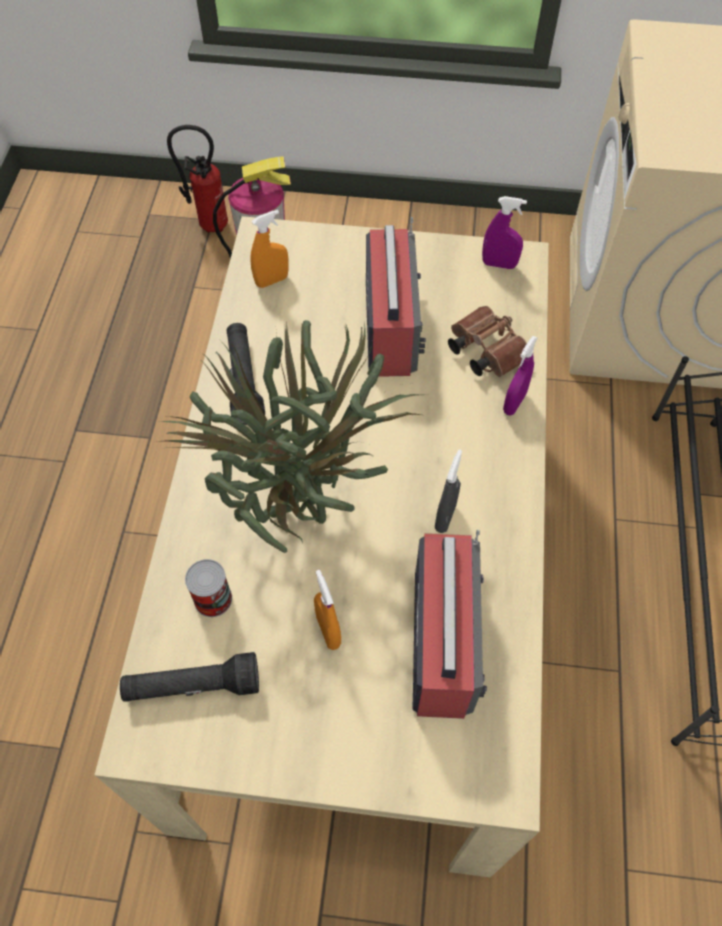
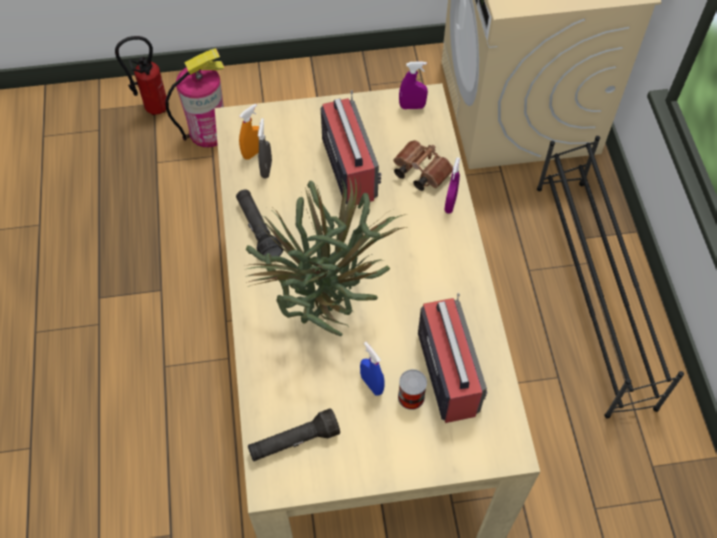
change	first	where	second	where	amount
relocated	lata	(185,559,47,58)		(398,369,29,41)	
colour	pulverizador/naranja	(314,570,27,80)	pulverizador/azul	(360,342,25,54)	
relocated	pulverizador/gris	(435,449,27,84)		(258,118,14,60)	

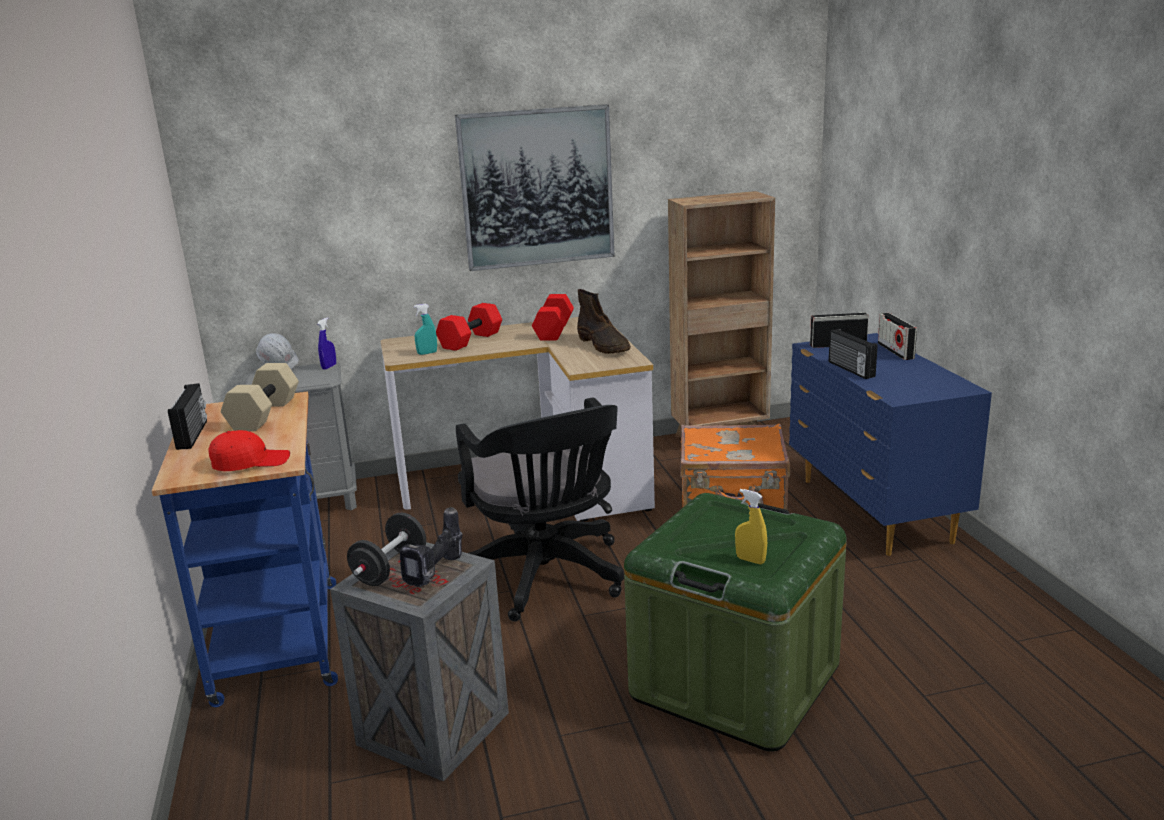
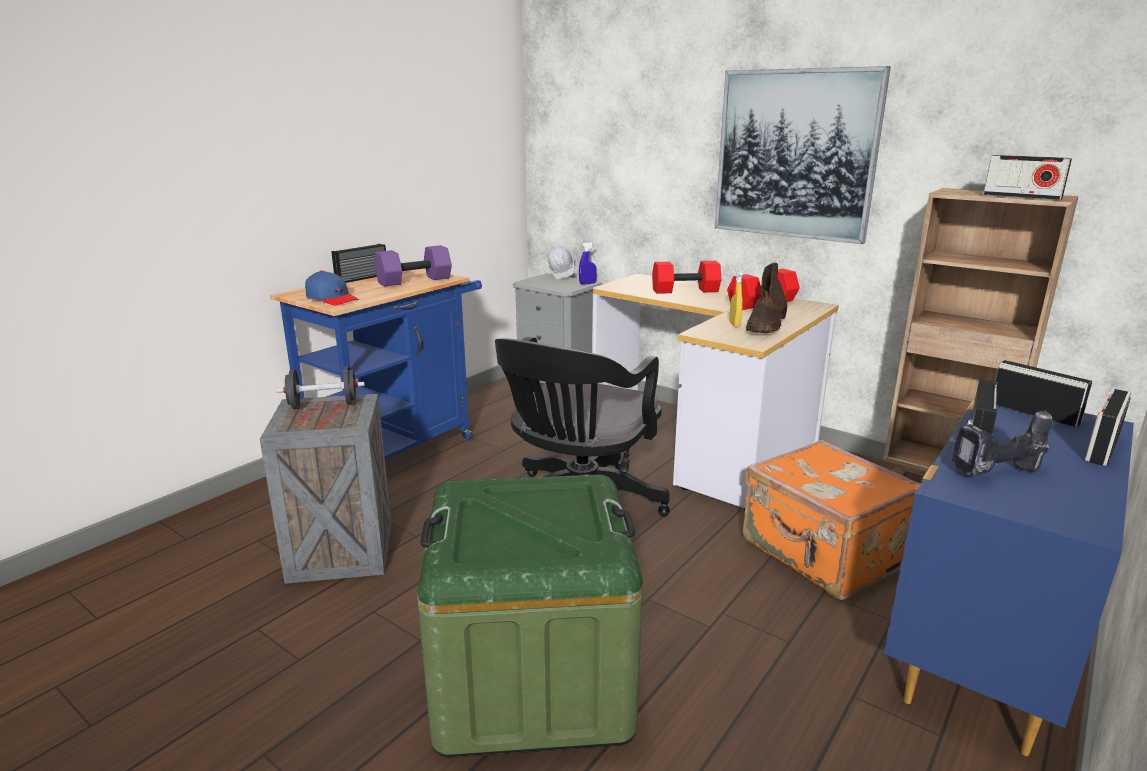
change	first	where	second	where	amount
colour	gorra/rojo	(209,430,81,41)	gorra/azul	(305,271,54,34)	
colour	mancuerna/beis	(221,363,78,68)	mancuerna/morado	(374,245,78,42)	
relocated	taladro	(400,506,62,81)		(952,410,100,66)	
missing	pulverizador/turquesa	(414,304,23,51)			
relocated	pulverizador/amarillo	(735,489,32,75)		(729,269,14,58)	
appeared			radio	(983,155,89,45)	

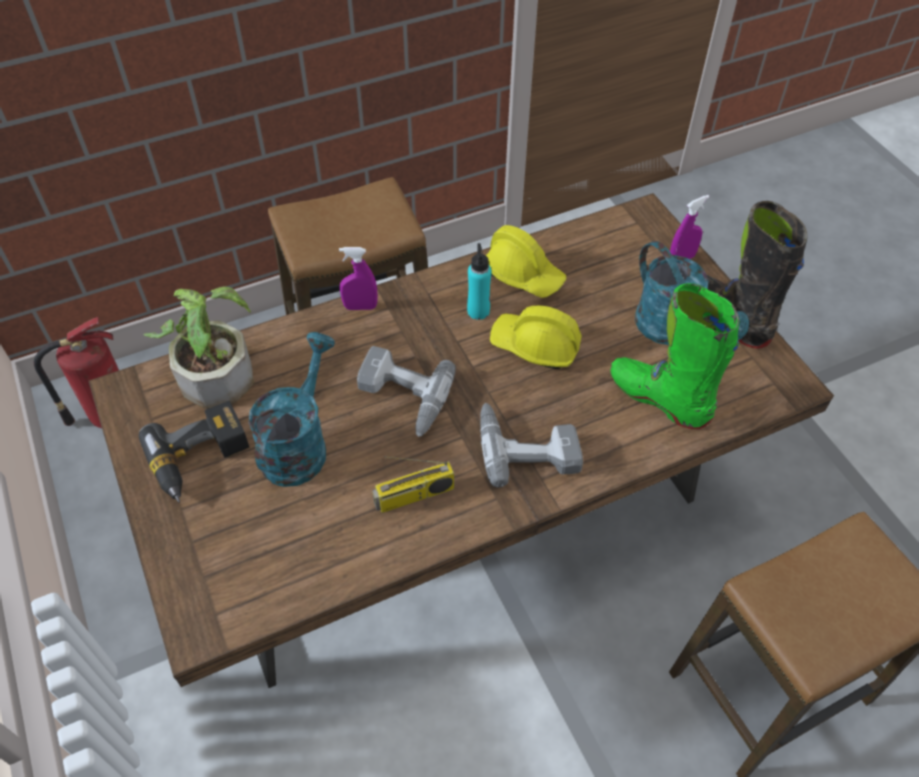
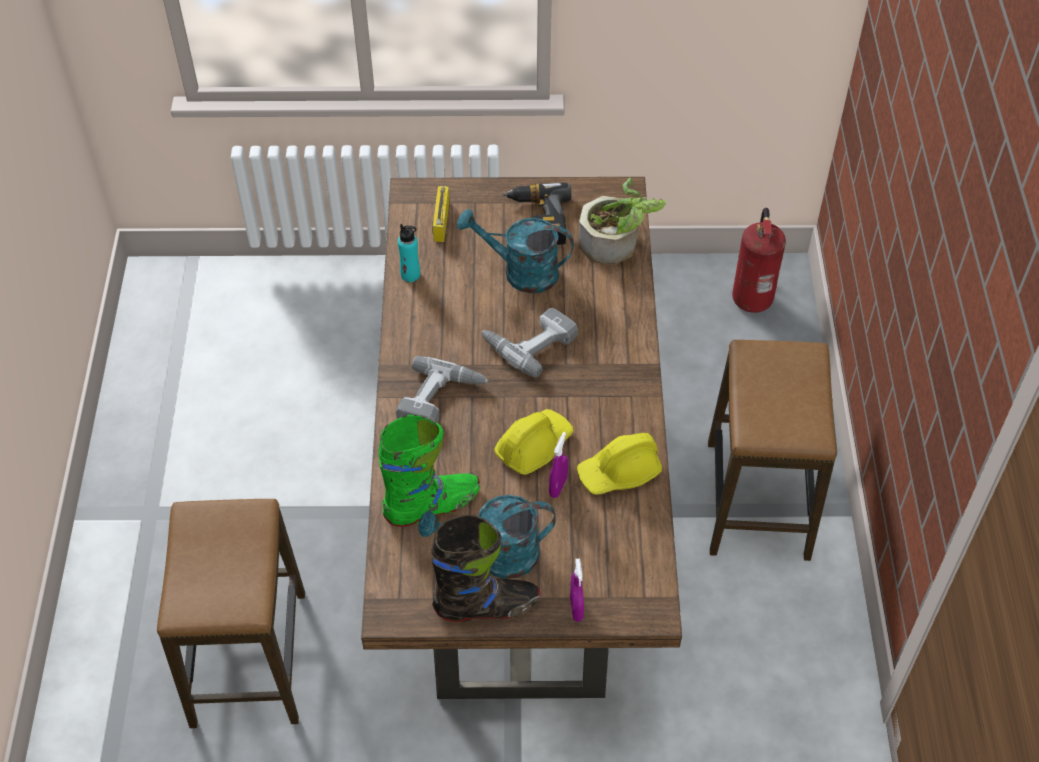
change	first	where	second	where	amount
spun	regadera/turquesa	(248,332,87,155)		(457,209,117,84)	150 degrees clockwise
relocated	pulverizador/morado	(339,247,39,63)		(549,432,19,66)	
relocated	radio	(372,456,82,57)		(432,169,17,73)	
relocated	botella/turquesa	(467,243,25,77)		(398,224,22,58)	

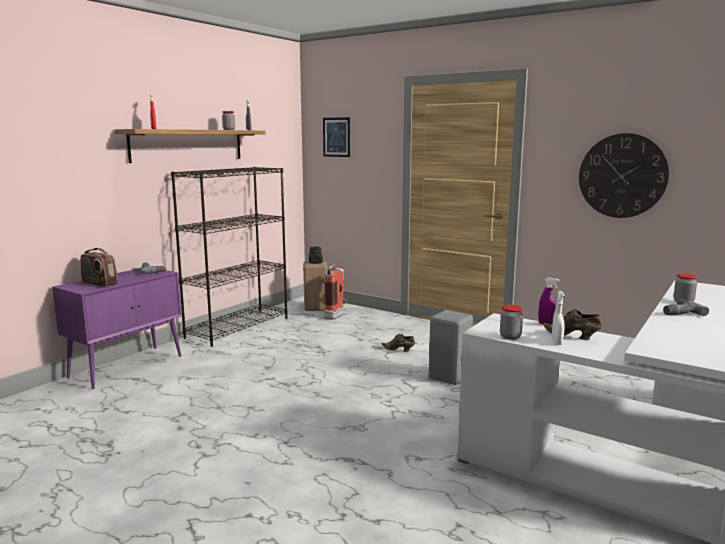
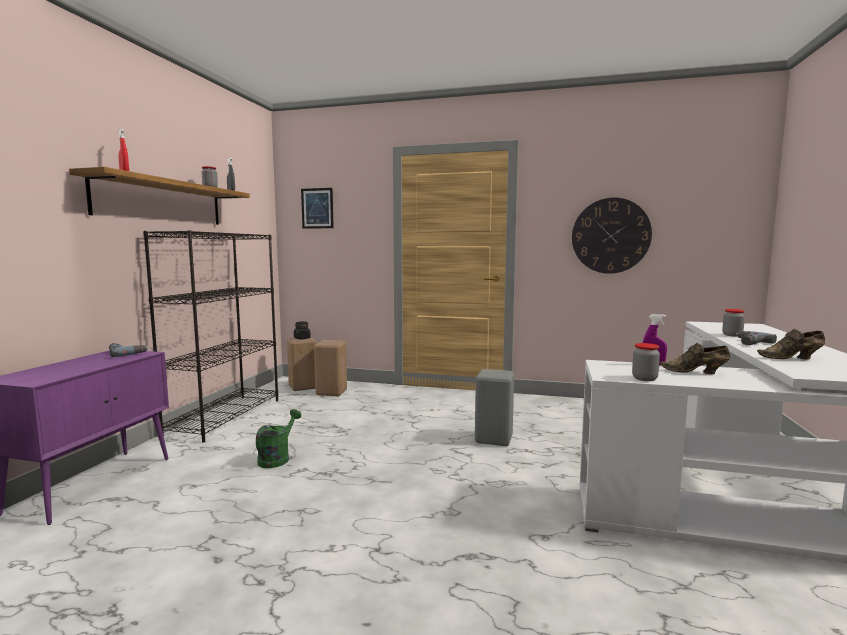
change	first	where	second	where	amount
missing	radio	(81,248,37,39)			
exchanged	extintor	(324,264,22,56)	taburete/beis	(314,340,33,56)	
relocated	zapato/marrón	(382,334,33,18)		(757,329,68,31)	
missing	pulverizador/blanco	(552,291,13,54)			
appeared			regadera/verde	(256,409,45,59)	

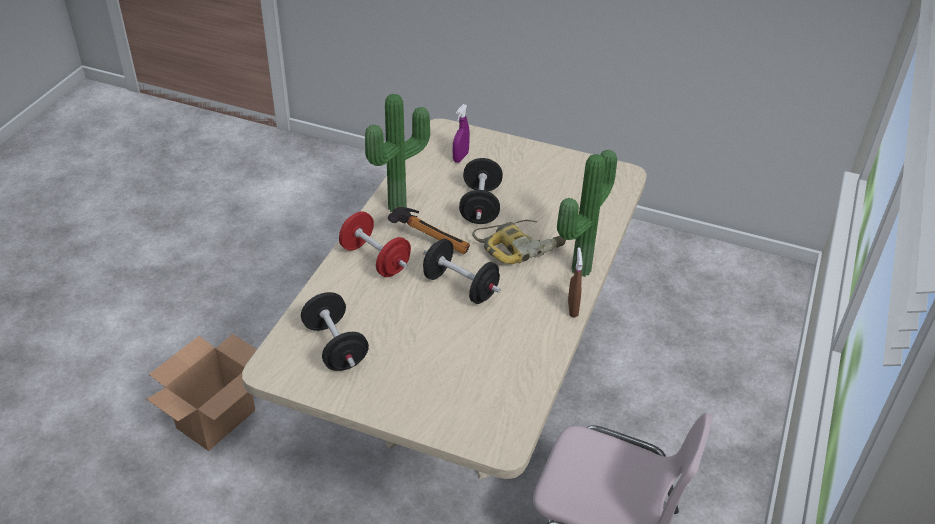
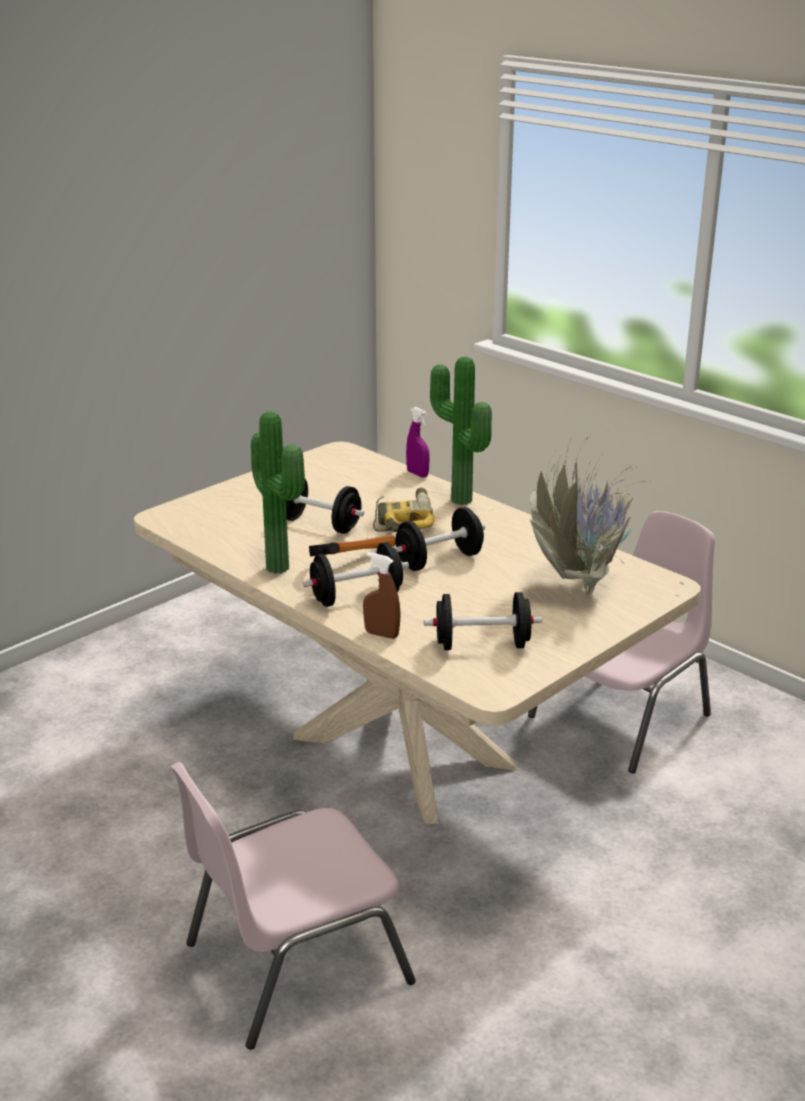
change	first	where	second	where	amount
exchanged	caja de cartón	(146,334,111,117)	silla/rosa	(171,762,245,288)	
colour	mancuerna/rojo	(339,211,72,66)	mancuerna/negro	(303,542,106,65)	
relocated	pulverizador/morado	(453,104,17,59)		(406,407,24,71)	
relocated	pulverizador/marrón	(568,247,15,71)		(363,553,38,86)	
appeared			planta en maceta	(530,429,154,166)	

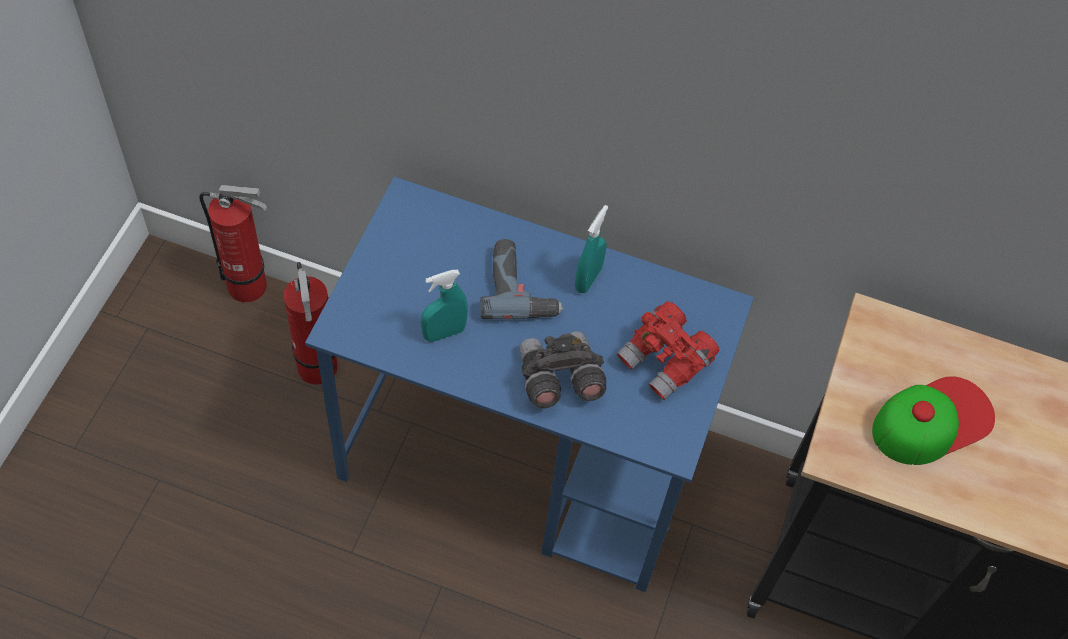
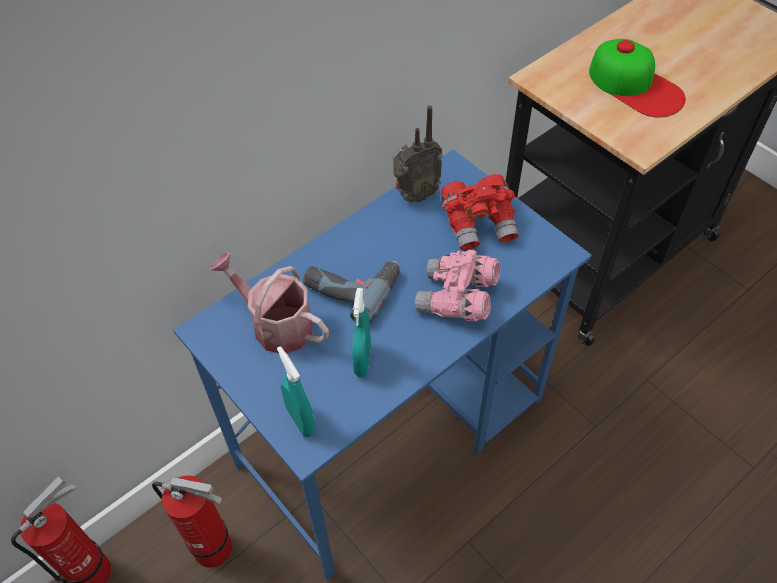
change	first	where	second	where	amount
colour	prismáticos/gris	(519,331,87,78)	prismáticos/rosa	(415,250,86,72)	
relocated	pulverizador/turquesa	(575,205,33,88)		(277,346,39,91)	
spun	gorra	(872,376,123,89)		(589,39,97,78)	135 degrees clockwise
appeared			regadera	(209,252,120,101)	
appeared			radio	(393,105,50,97)	

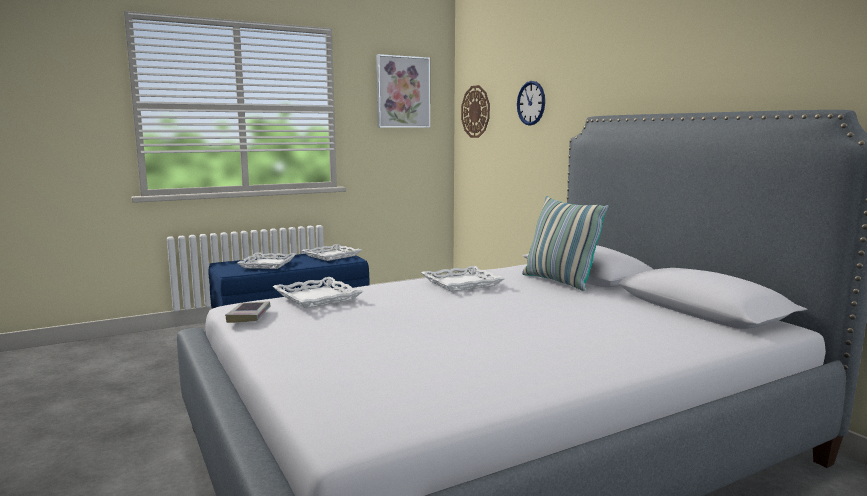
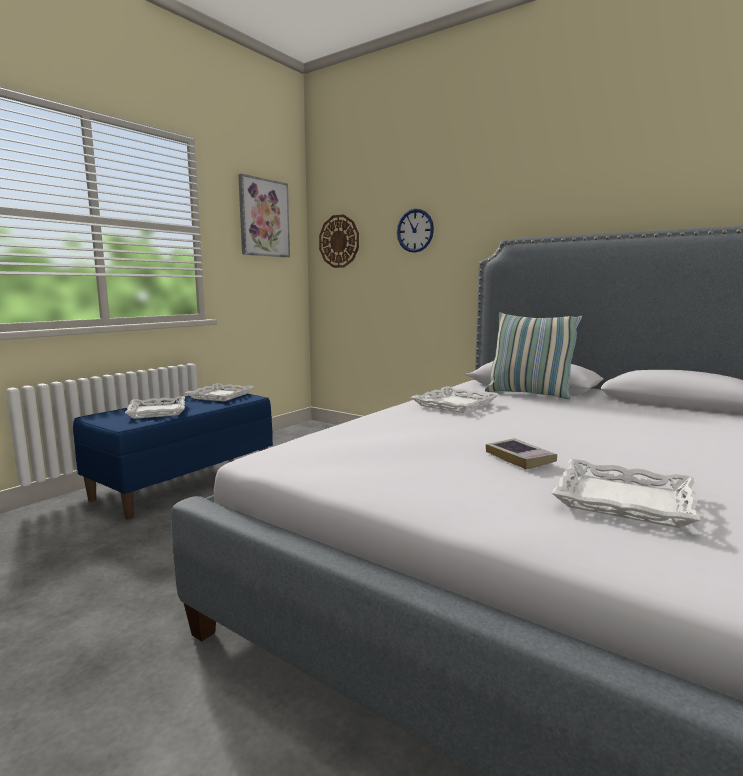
change	first	where	second	where	amount
relocated	libro	(225,301,45,22)		(486,438,71,31)	
relocated	bandeja/blanco	(273,277,90,32)		(552,459,148,69)	

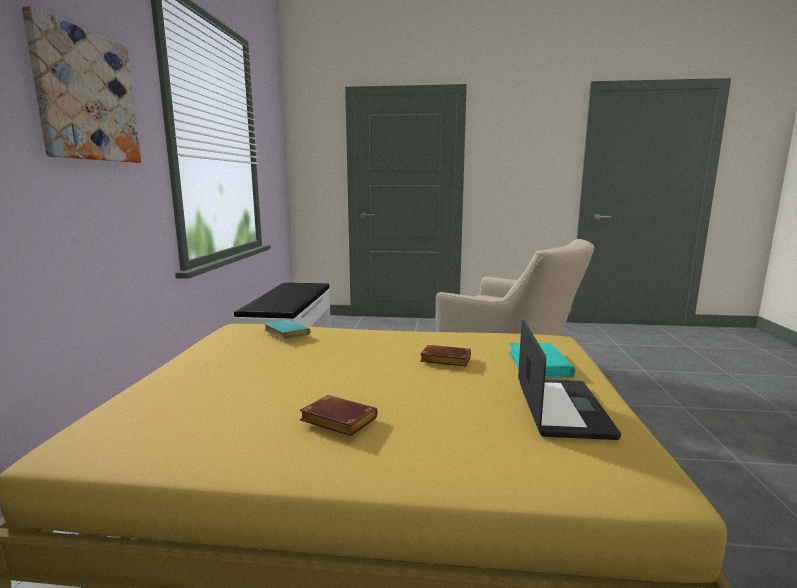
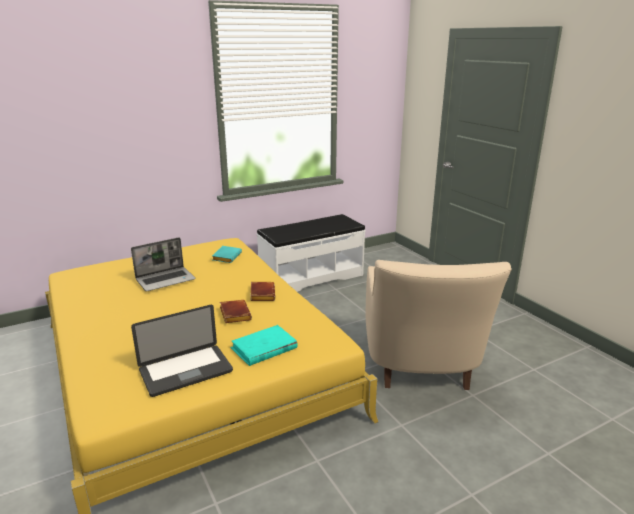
change	first	where	second	where	amount
missing	cuadro	(22,6,119,157)			
relocated	libro/marrón	(300,395,78,41)		(251,282,24,19)	
appeared			portátil	(131,237,65,54)	

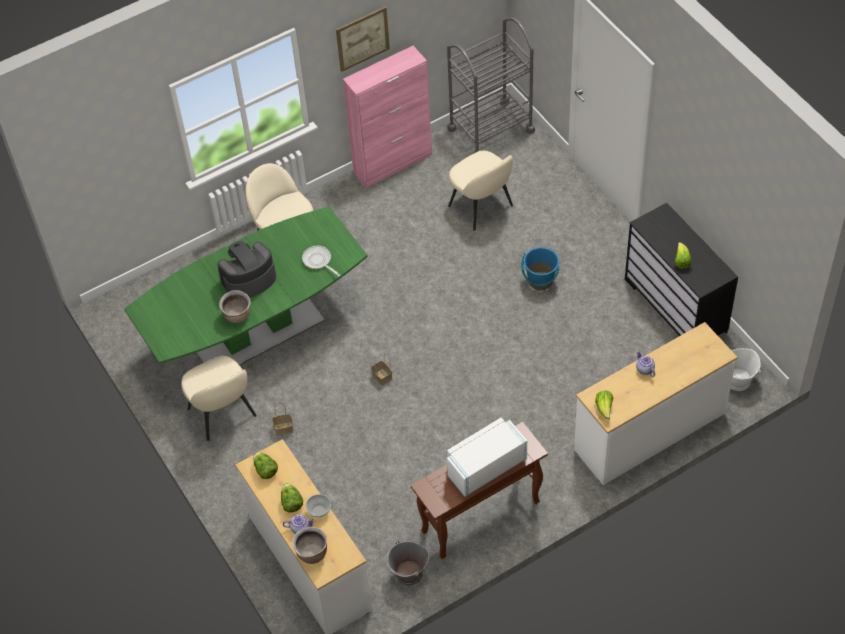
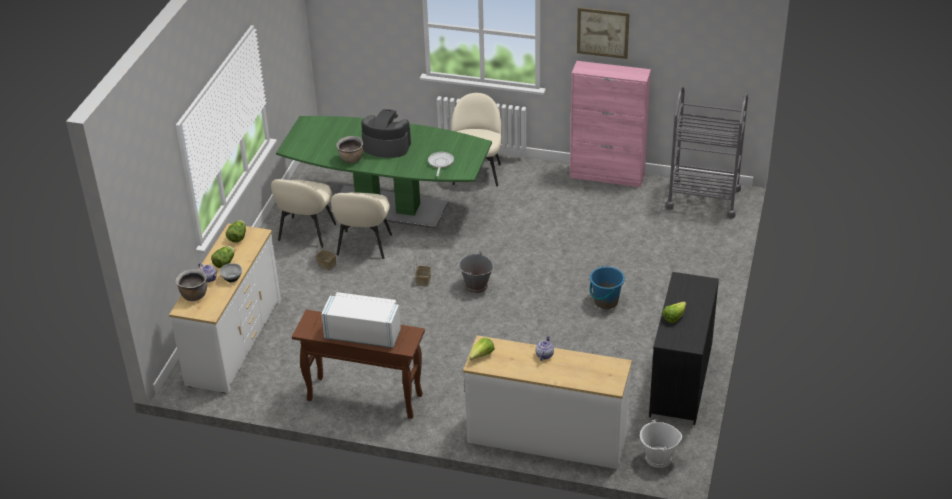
change	first	where	second	where	amount
relocated	cubo/gris	(387,541,42,45)		(458,251,36,43)	
relocated	silla/beis	(448,151,65,80)		(331,192,61,67)	

